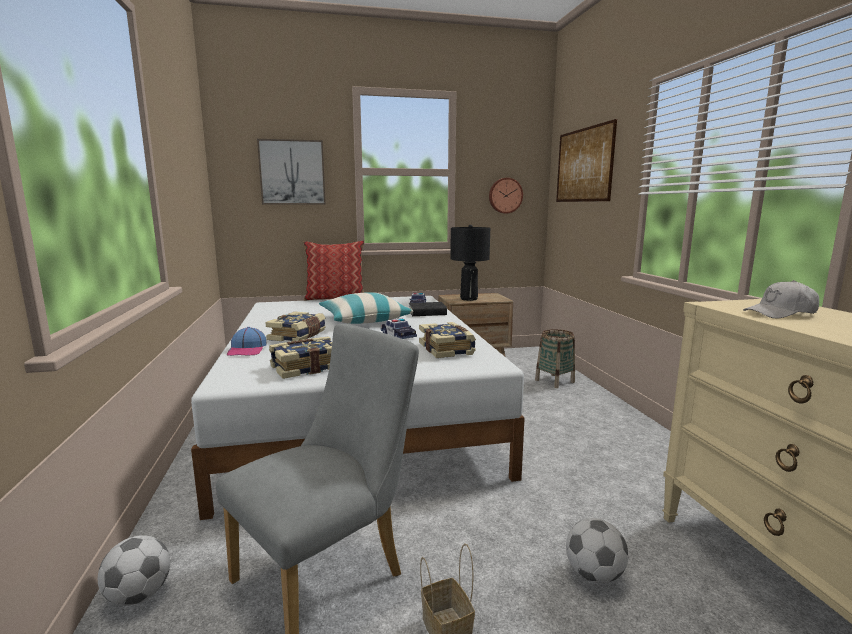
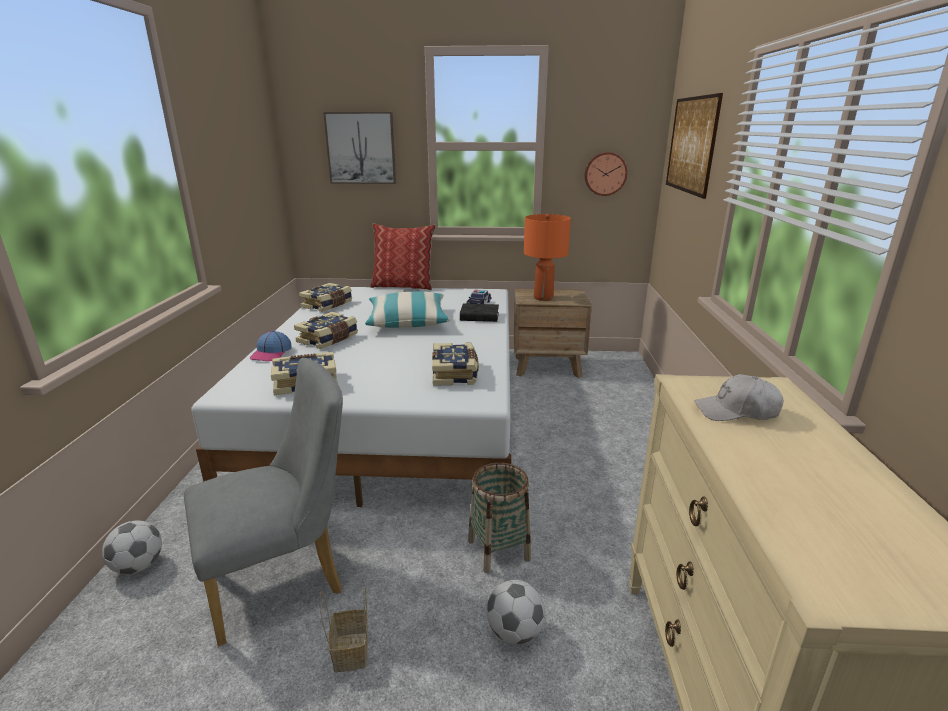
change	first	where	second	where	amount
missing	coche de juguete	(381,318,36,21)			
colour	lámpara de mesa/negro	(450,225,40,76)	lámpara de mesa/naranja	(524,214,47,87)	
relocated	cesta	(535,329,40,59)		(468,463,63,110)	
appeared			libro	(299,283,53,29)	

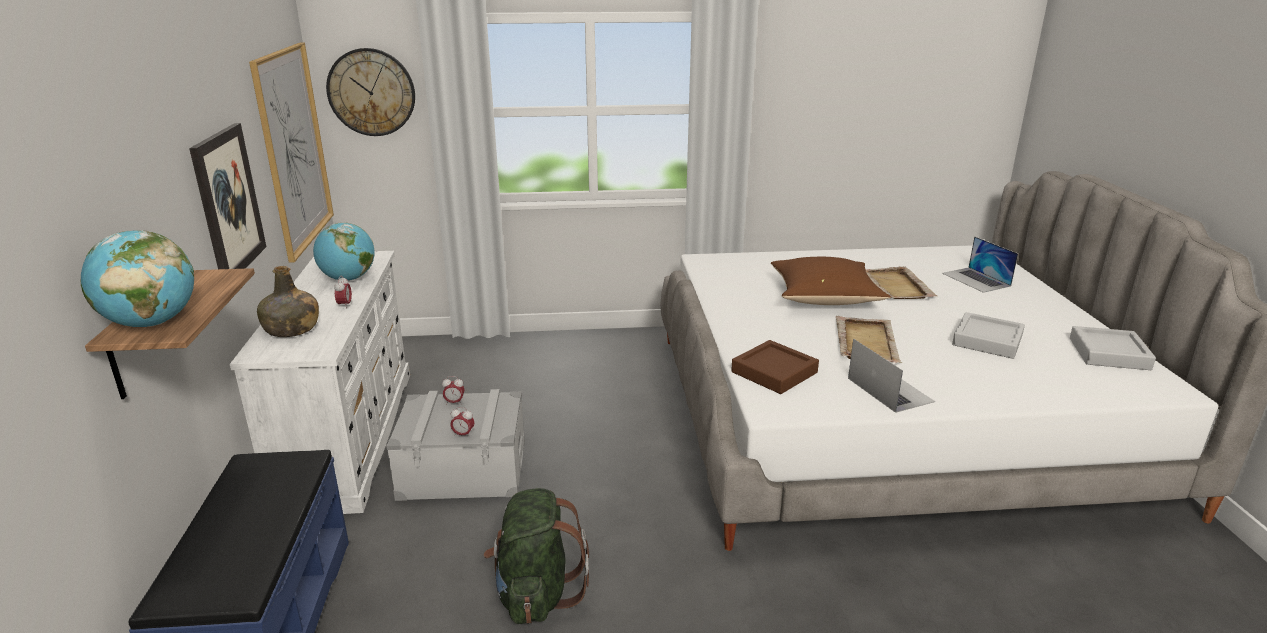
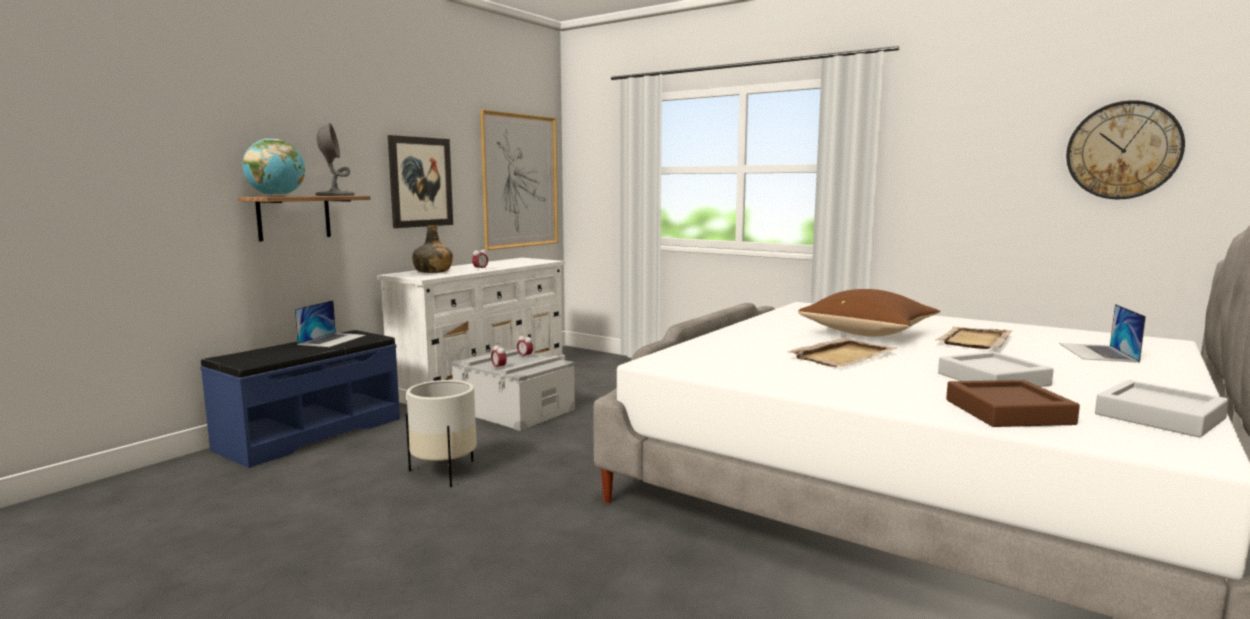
change	first	where	second	where	amount
missing	globo terráqueo	(313,223,62,58)			
relocated	reloj de pared	(326,48,89,88)		(1066,100,119,99)	
exchanged	mochila/verde	(483,488,106,136)	maceta/blanco	(406,380,71,107)	
relocated	bandeja/marrón	(731,340,88,54)		(946,380,134,47)	
relocated	portátil	(848,339,87,74)		(294,300,72,47)	
appeared			lámpara de mesa/gris	(316,123,39,73)	

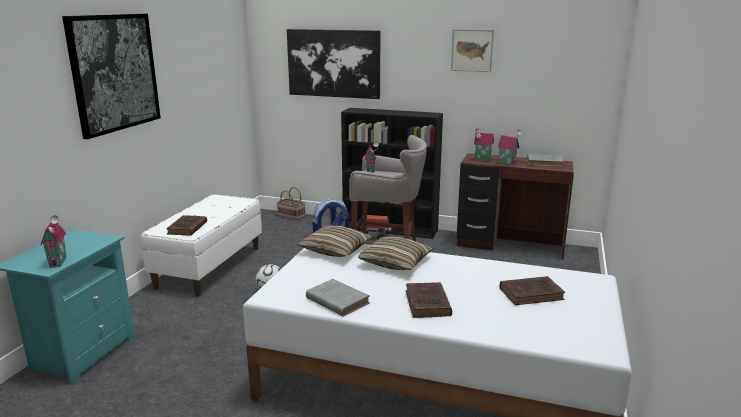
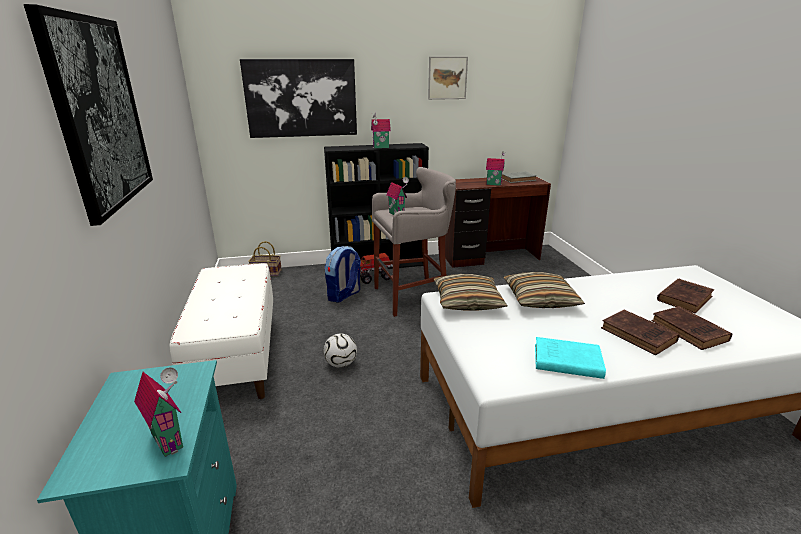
change	first	where	second	where	amount
relocated	libro/marrón	(166,215,41,21)		(651,306,81,44)	
colour	libro/gris	(306,279,64,38)	libro/turquesa	(535,337,71,42)	
relocated	casita	(474,127,20,34)		(371,112,20,36)	

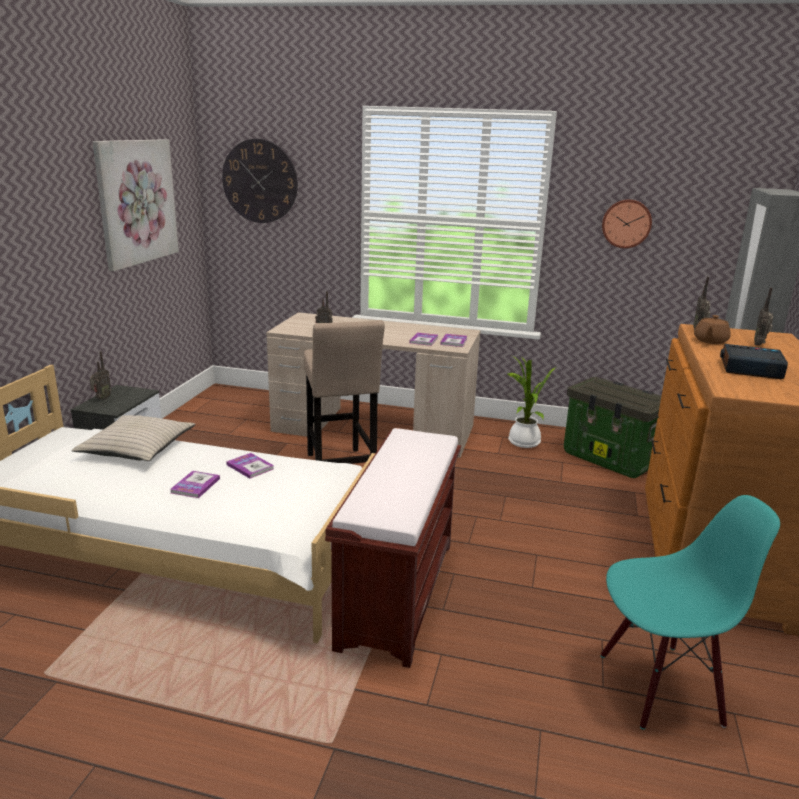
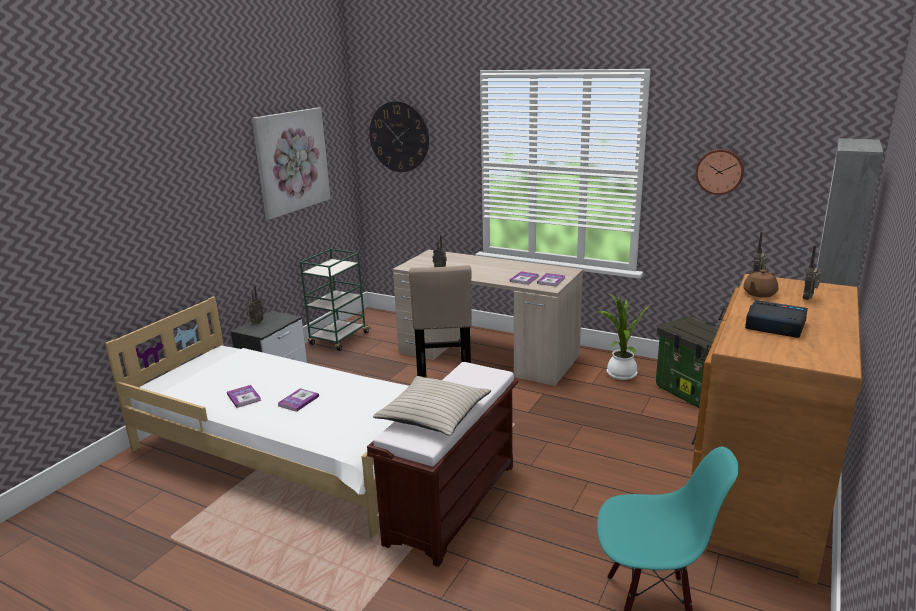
change	first	where	second	where	amount
relocated	cojín/beis	(72,415,123,46)		(373,376,118,60)	
relocated	libro	(226,453,48,25)		(227,385,34,23)	
appeared			carrito/verde	(300,249,70,102)	

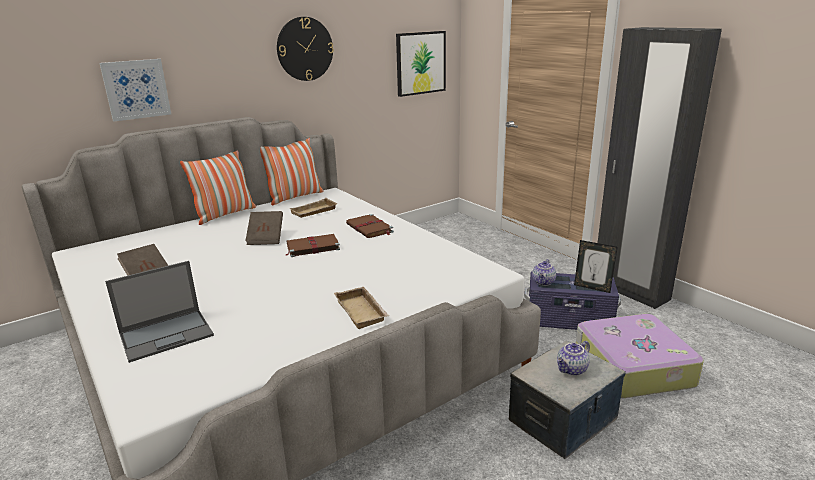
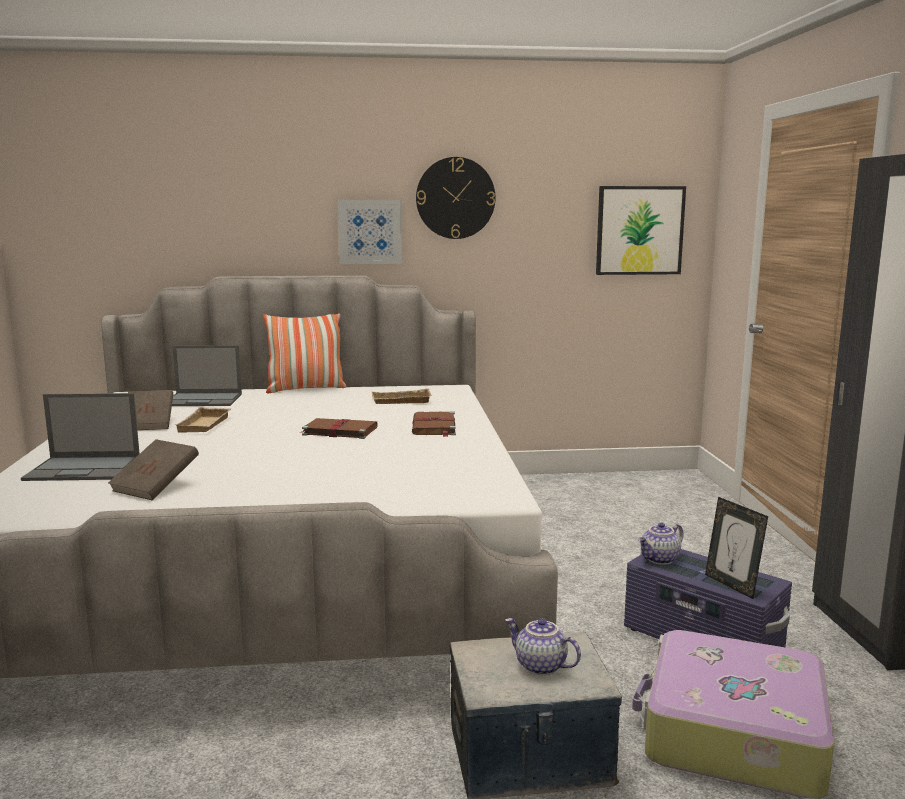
change	first	where	second	where	amount
relocated	cuadro	(99,59,72,62)		(338,200,64,64)	
relocated	libro/marrón	(245,211,38,34)		(108,439,91,61)	
missing	cojín	(260,138,63,67)			
relocated	bandeja/beis	(334,287,55,42)		(175,407,56,26)	
spun	tetera	(557,341,33,35)		(505,618,76,57)	45 degrees clockwise
appeared			portátil	(172,345,70,61)	

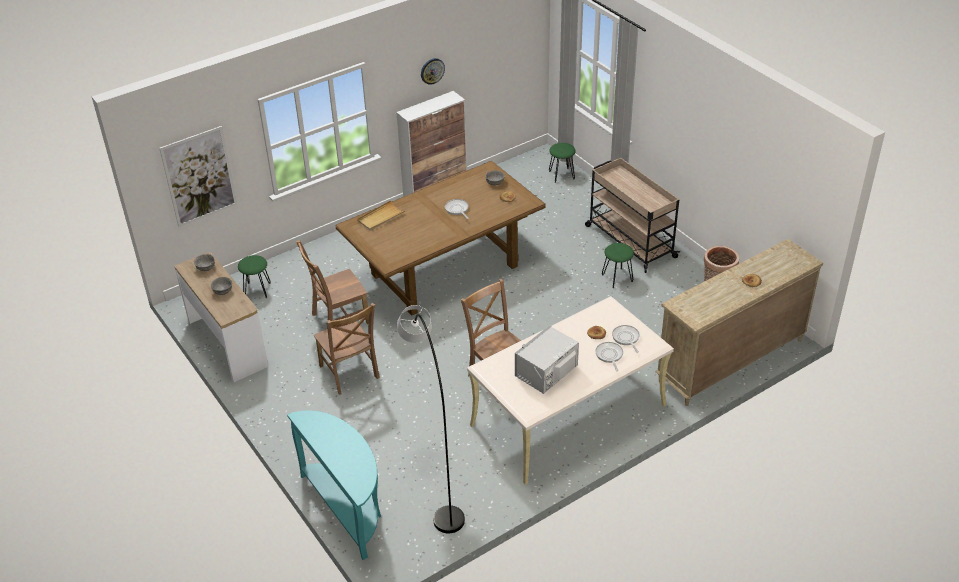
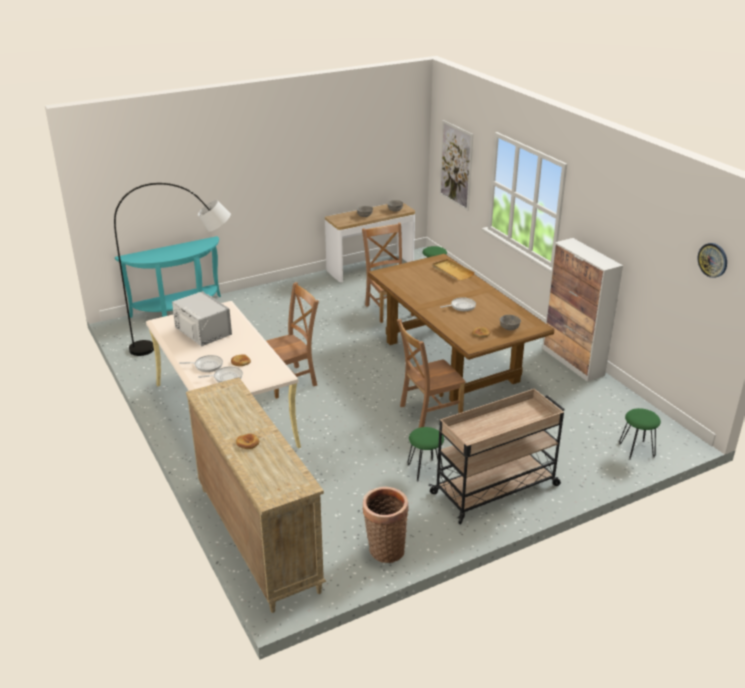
change	first	where	second	where	amount
relocated	silla/marrón	(314,303,66,92)		(397,319,69,109)	
relocated	reloj de pared	(421,58,24,27)		(698,243,29,35)	

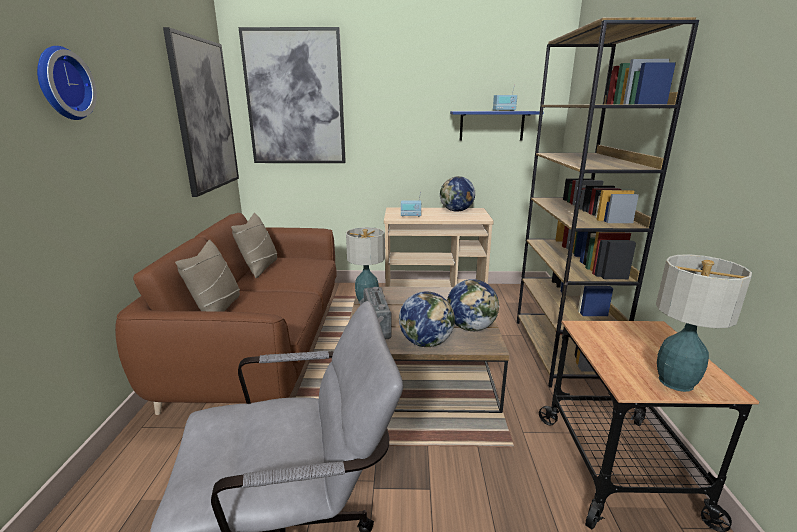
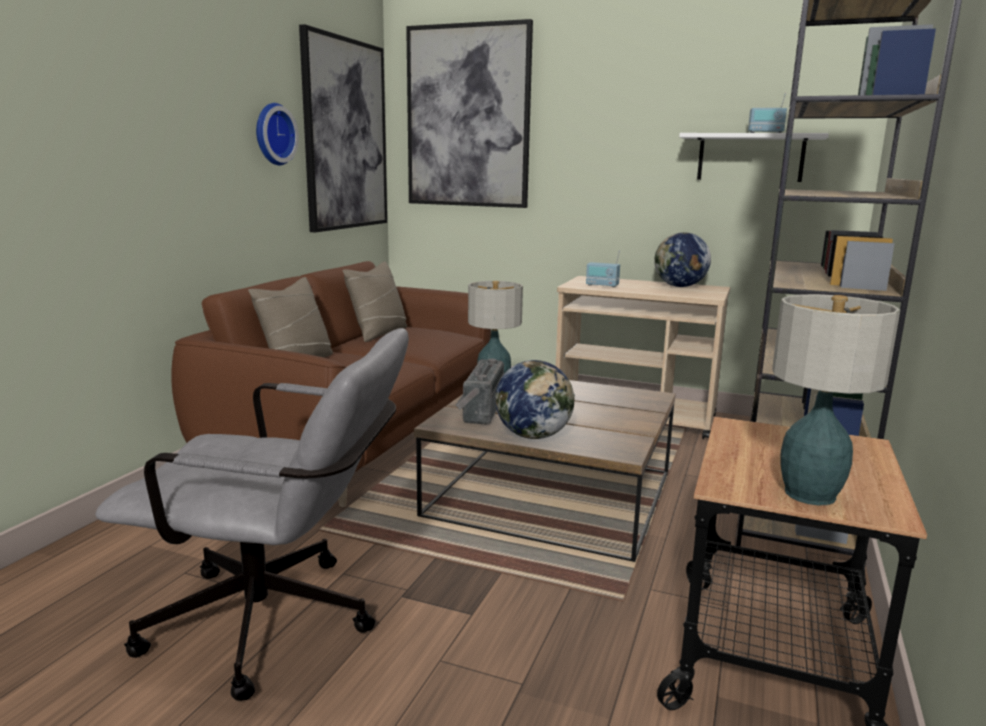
change	first	where	second	where	amount
relocated	reloj de pared	(37,46,60,74)		(256,103,43,62)	
missing	globo terráqueo	(447,279,52,52)			
colour	estante/azul	(450,111,94,30)	estante/blanco	(679,133,150,49)	

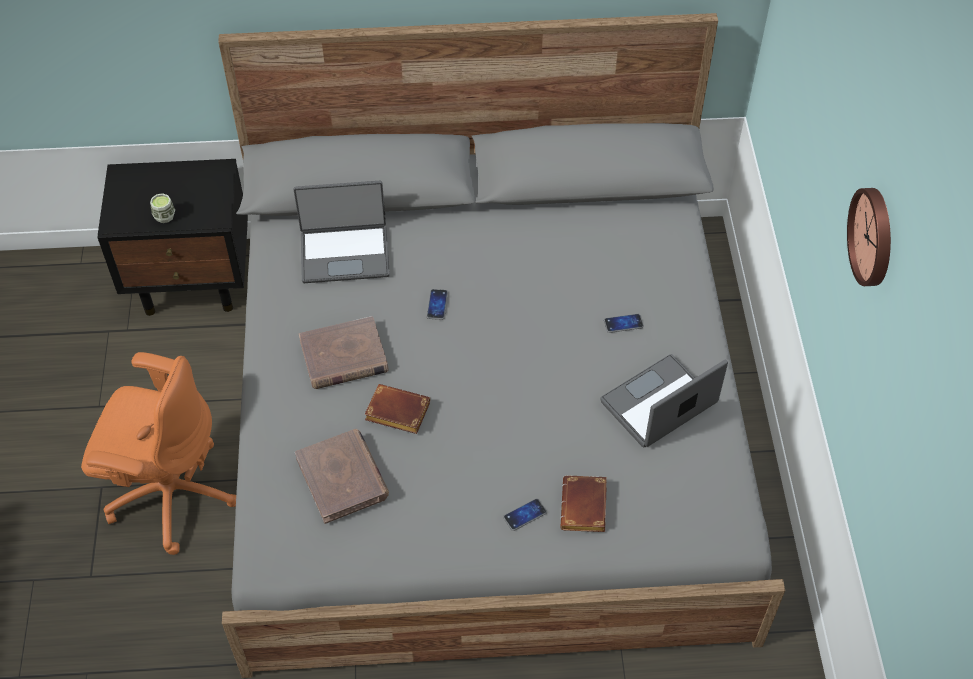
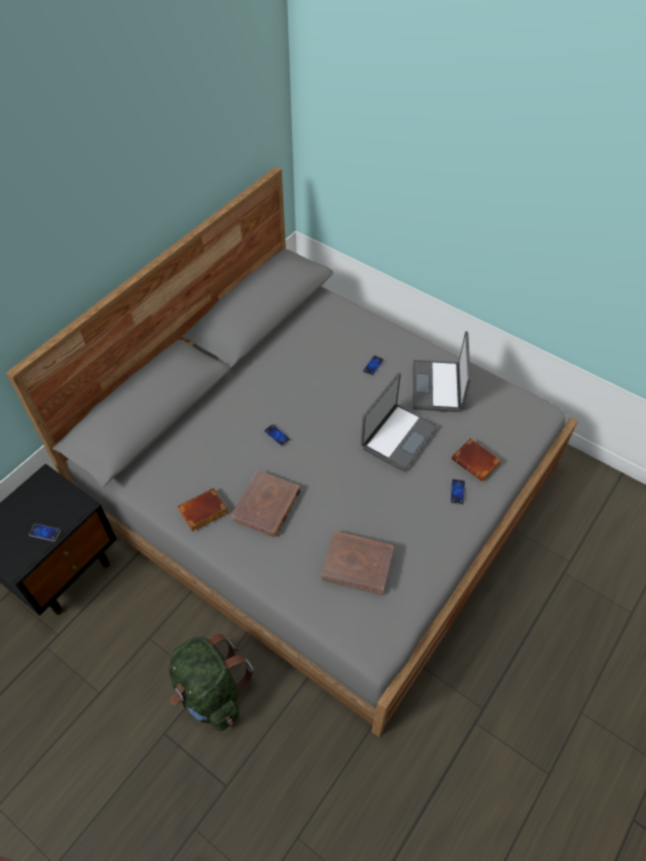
change	first	where	second	where	amount
exchanged	silla de oficina/naranja	(81,352,155,203)	mochila/verde	(169,633,85,98)	
exchanged	taza	(150,193,25,30)	móvil	(29,524,32,17)	
relocated	portátil	(294,181,96,102)		(361,373,77,98)	
relocated	libro/marrón	(364,384,66,50)		(178,488,50,43)	
missing	reloj de pared	(847,188,44,98)			

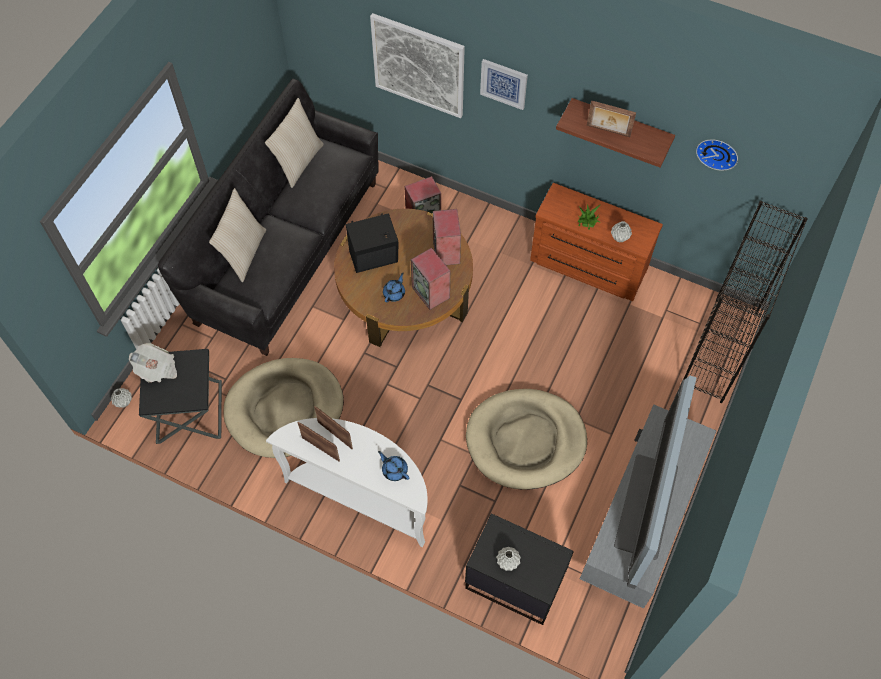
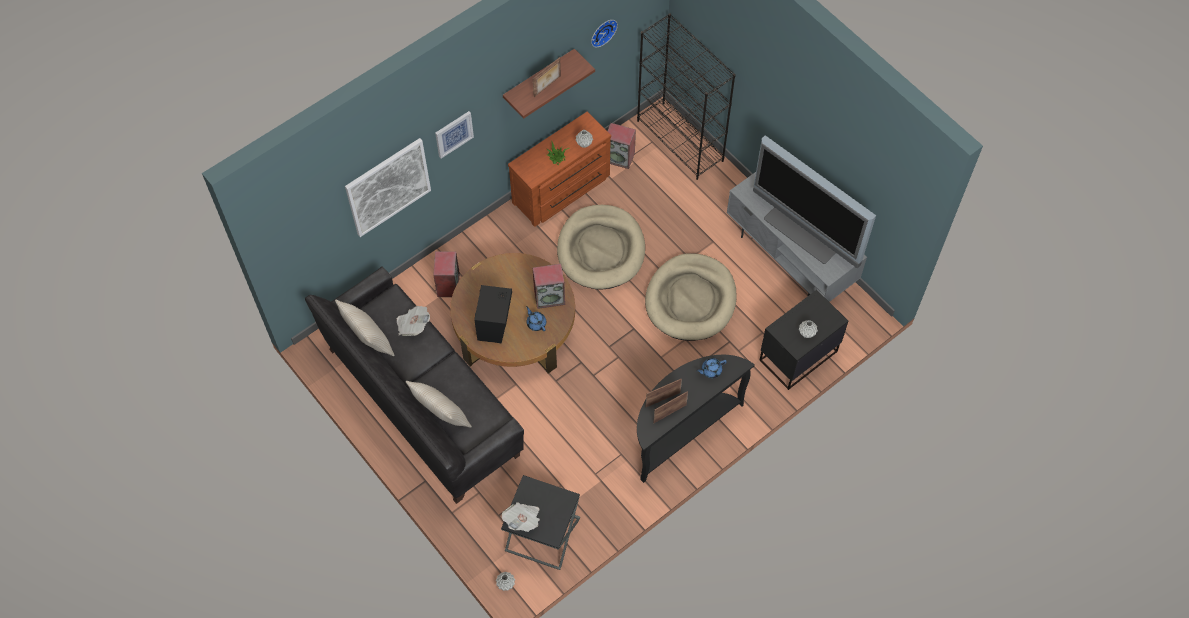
change	first	where	second	where	amount
relocated	cama para perro/beis	(223,358,121,100)		(557,205,88,85)	
colour	mesa consola/blanco	(266,418,162,129)	mesa consola/negro	(637,355,118,128)	
relocated	altavoz	(433,209,28,56)		(607,123,29,46)	
appeared			periódico	(397,306,33,30)	

